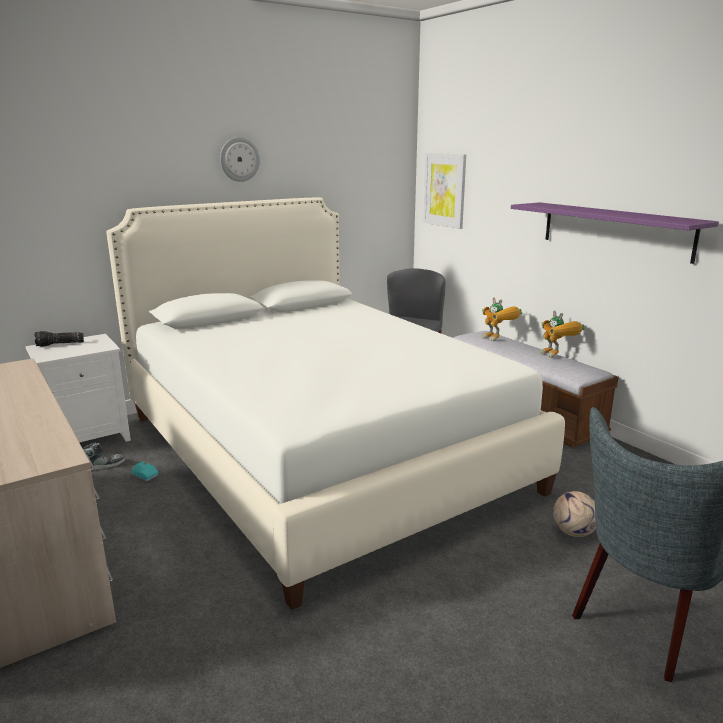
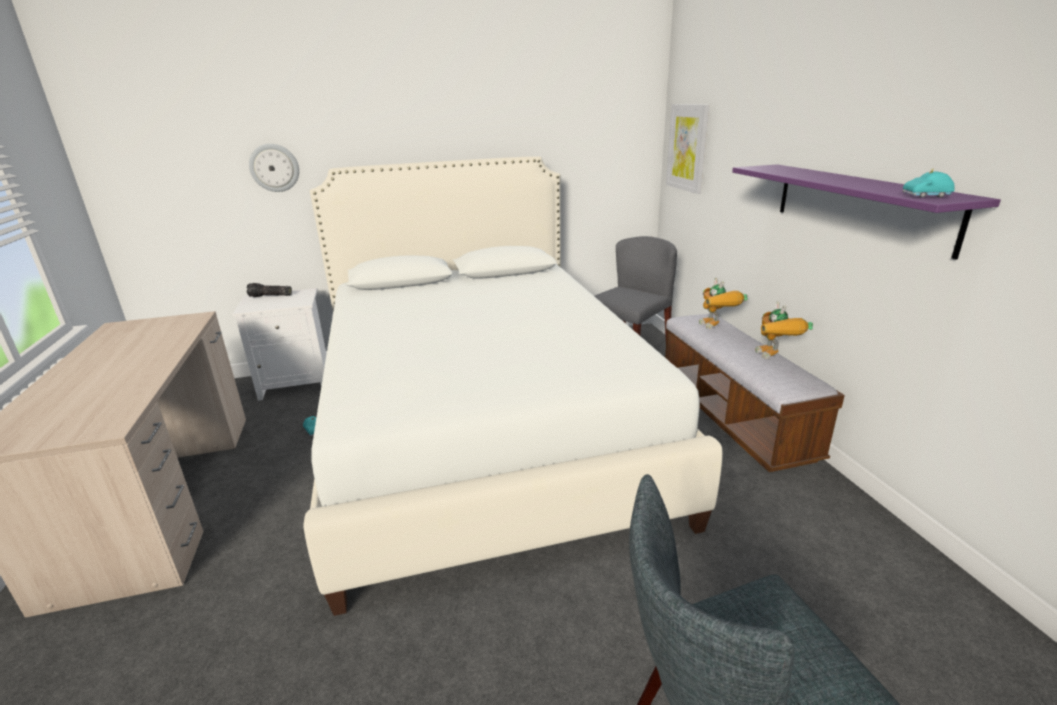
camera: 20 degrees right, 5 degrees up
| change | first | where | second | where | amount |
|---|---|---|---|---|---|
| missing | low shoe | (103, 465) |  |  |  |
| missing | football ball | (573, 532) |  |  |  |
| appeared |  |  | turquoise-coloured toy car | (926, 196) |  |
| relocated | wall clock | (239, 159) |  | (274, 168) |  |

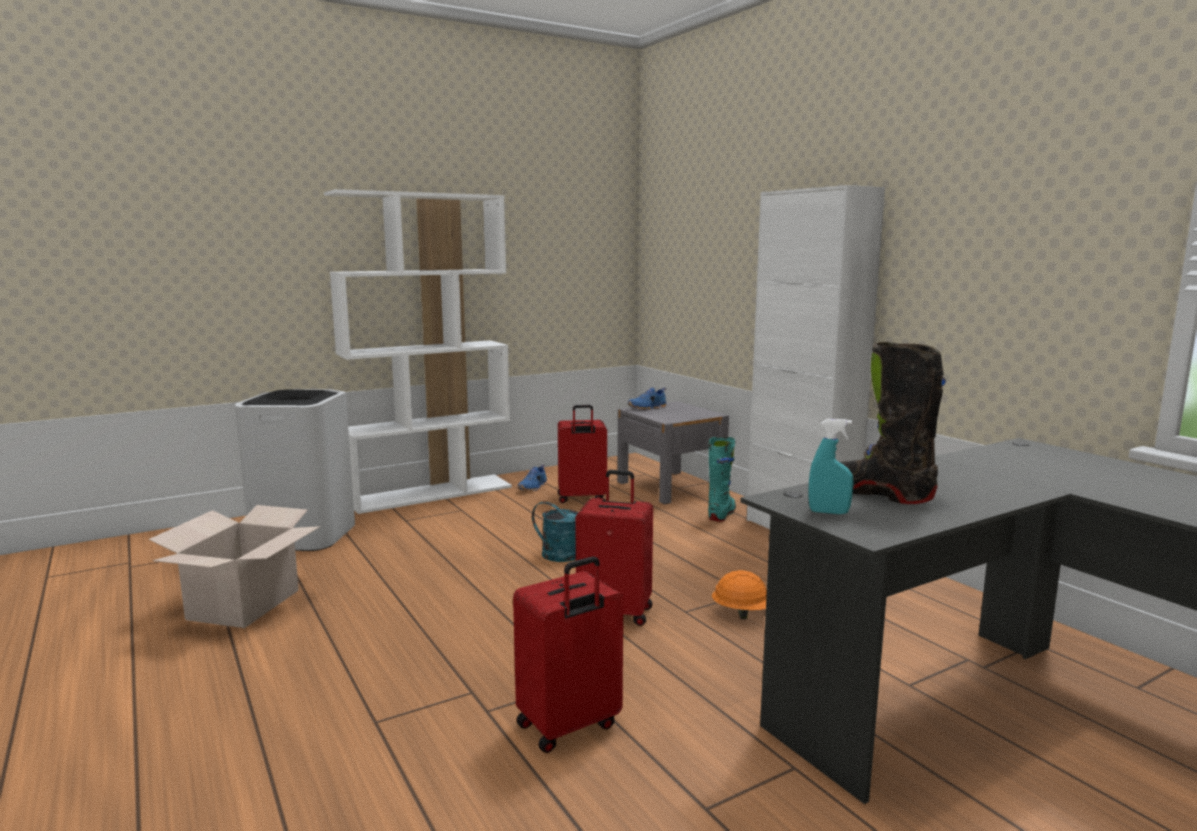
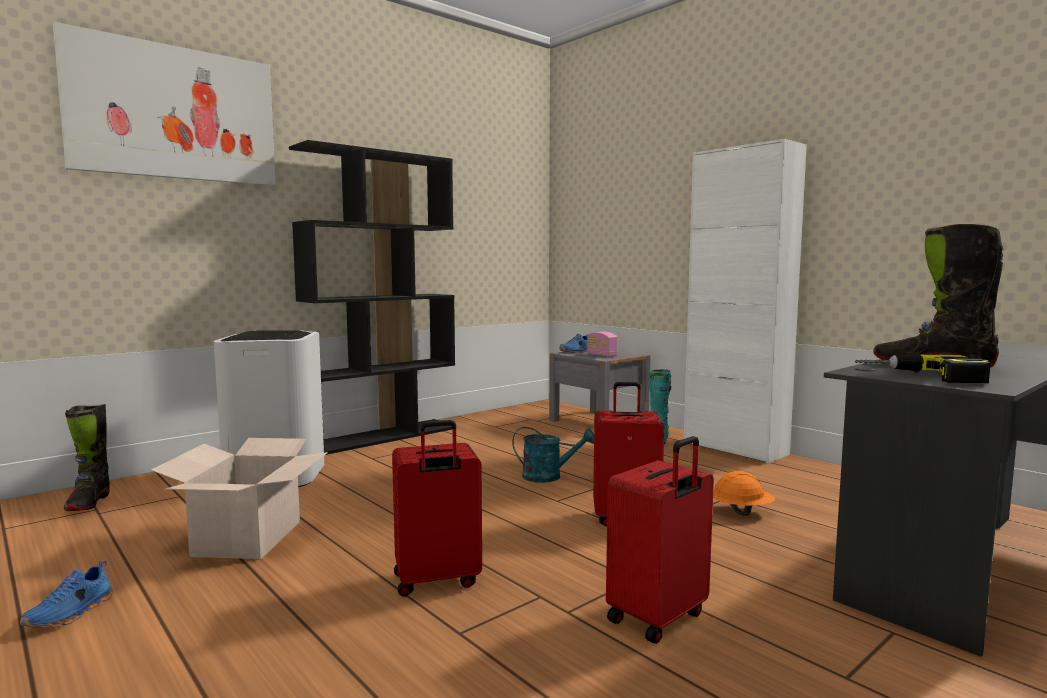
camera: 10 degrees left, 5 degrees down
| change | first | where | second | where | amount |
|---|---|---|---|---|---|
| appeared |  |  | wall art | (174, 113) |  |
| appeared |  |  | blackish boot | (88, 503) |  |
| appeared |  |  | radio | (601, 355) |  |
| relocated | blue low shoe | (533, 487) |  | (71, 614) |  |
| relocated | red piece of luggage | (581, 498) |  | (436, 581) |  |
| exchanged | turquoise-coloured sprayer | (829, 512) | power drill | (922, 376) |  |
| colour | whitish bookcase | (431, 493) | blackish bookcase | (383, 436) |  |

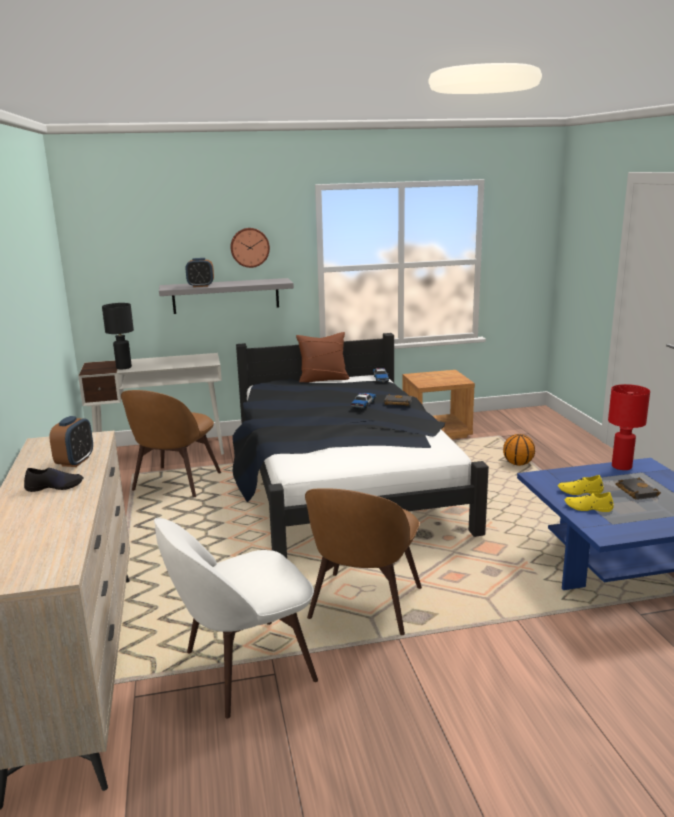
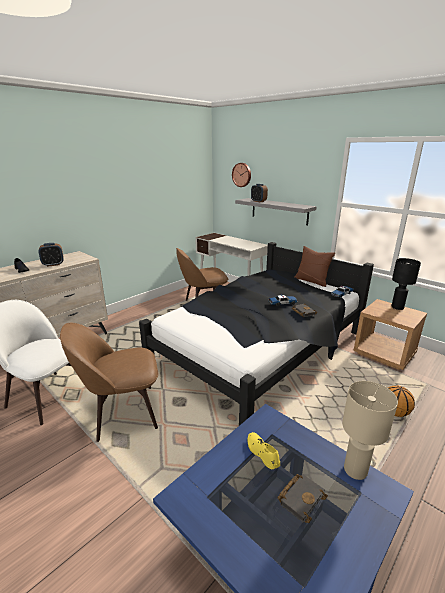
camera: 55 degrees right, 5 degrees up
| change | first | where | second | where | amount |
|---|---|---|---|---|---|
| missing | yellowish low shoe | (588, 507) |  |  |  |
| relocated | blackish lamp for a table | (123, 367) |  | (397, 307) |  |
| relocated | wall clock | (249, 247) |  | (242, 175) |  |
| colour | red lamp for a table | (622, 467) | beige-coloured lamp for a table | (355, 471) |  |

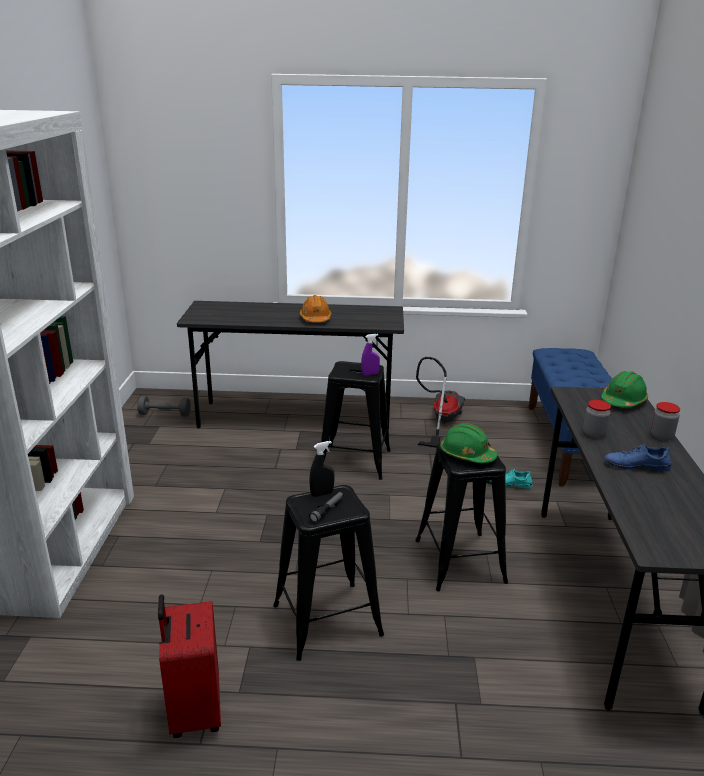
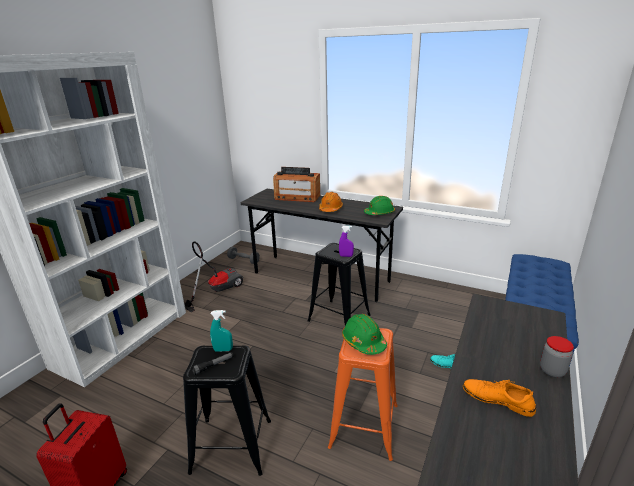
camera: 25 degrees right, 0 degrees up
| change | first | where | second | where | amount |
|---|---|---|---|---|---|
| missing | storage jar | (594, 434) |  |  |  |
| appeared |  |  | radio | (297, 197) |  |
| relocated | vacuum | (440, 422) |  | (216, 290) |  |
| relocated | green hard hat | (623, 401) |  | (379, 213) |  |
| colour | blackish sprayer | (322, 494) | turquoise-coloured sprayer | (223, 350) |  |
| colour | blackish sitting stool | (460, 561) | orange sitting stool | (364, 426) |  |
| colour | blue low shoe | (636, 465) | orange low shoe | (497, 399) |  |

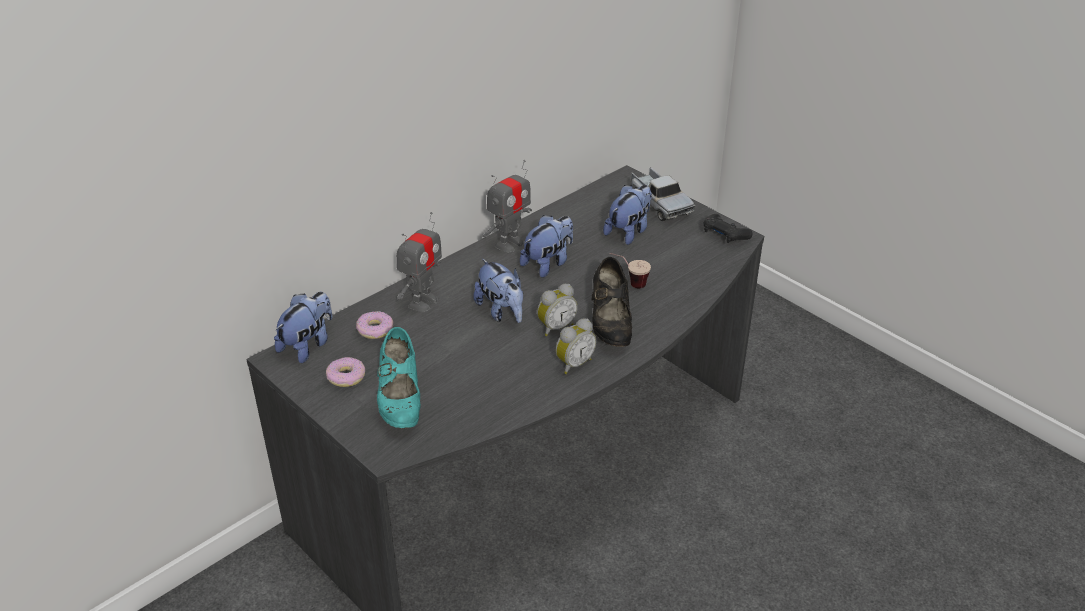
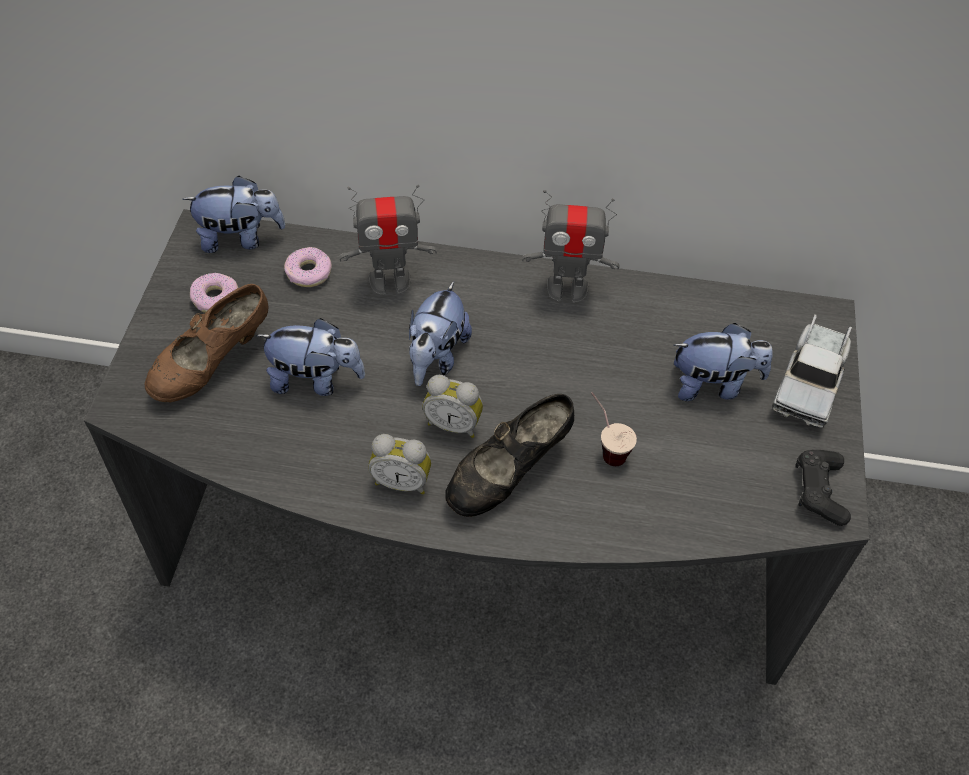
camera: 50 degrees right, 15 degrees up
| change | first | where | second | where | amount |
|---|---|---|---|---|---|
| relocated | plush toy | (548, 263) |  | (315, 380) |  |
| colour | turquoise-coloured low shoe | (400, 401) | brown-coloured low shoe | (212, 365) |  |

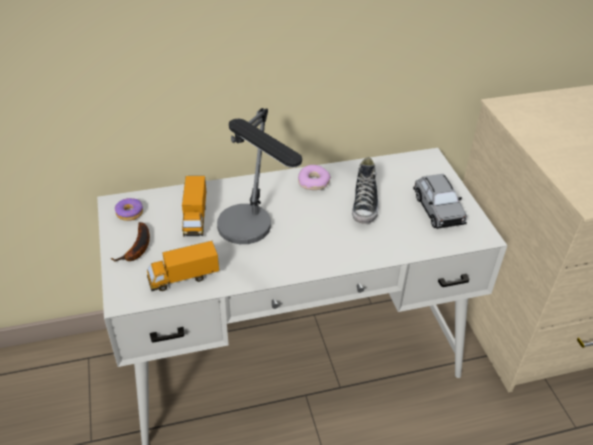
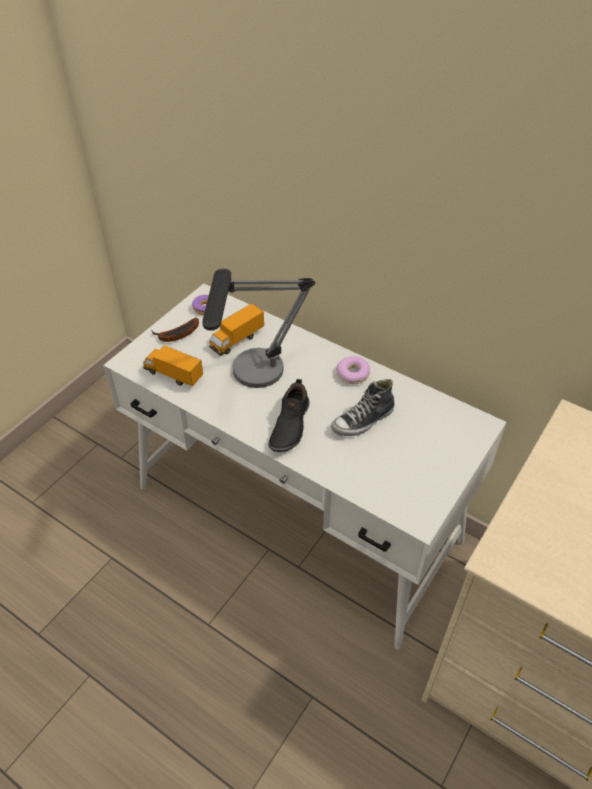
camera: 50 degrees right, 5 degrees up
| change | first | where | second | where | amount |
|---|---|---|---|---|---|
| missing | grey toy car | (438, 210) |  |  |  |
| appeared |  |  | blackish low shoe | (289, 425) |  |

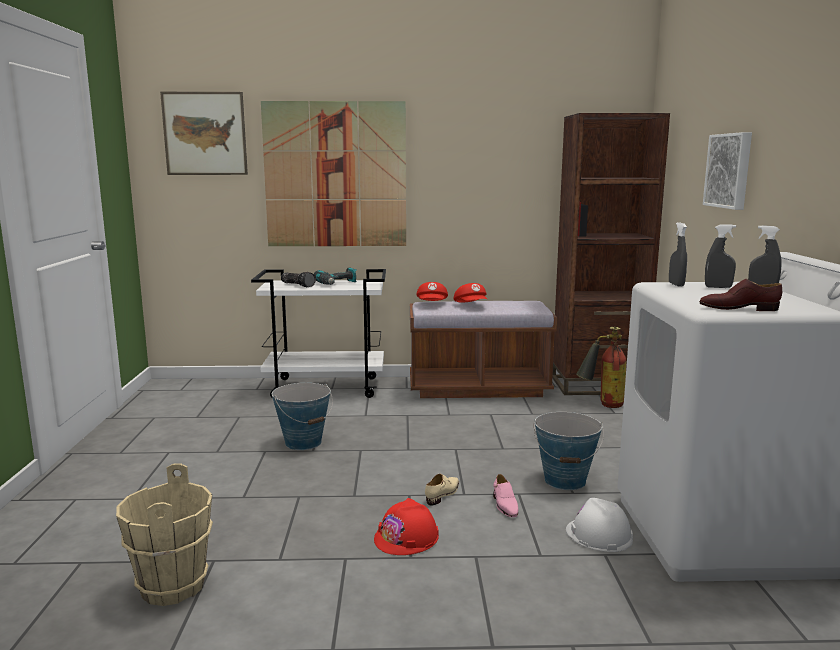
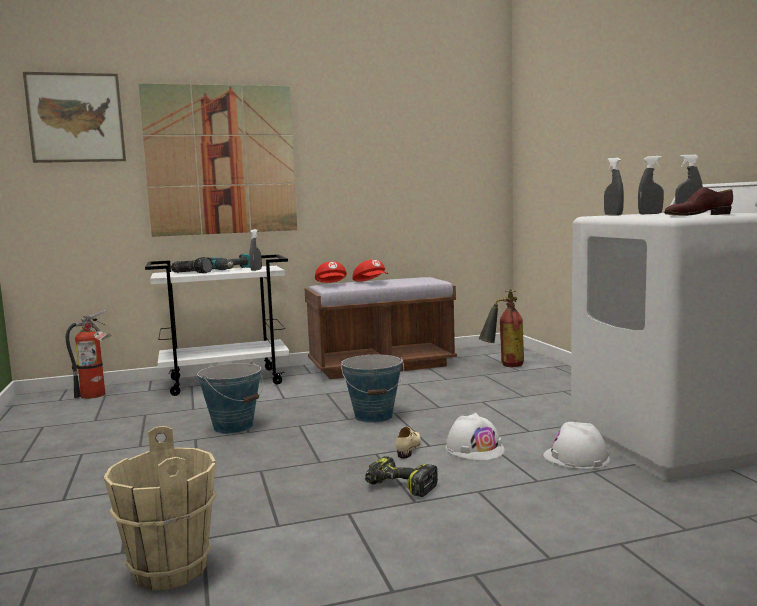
camera: 15 degrees left, 5 degrees down
| change | first | where | second | where | amount |
|---|---|---|---|---|---|
| missing | brown-coloured bookcase | (597, 385) |  |  |  |
| missing | wall art | (730, 170) |  |  |  |
| appeared |  |  | extinguisher | (97, 395) |  |
| appeared |  |  | grey sprayer | (256, 270) |  |
| relocated | water bucket | (565, 480) |  | (374, 416) |  |
| exchanged | red hard hat | (406, 537) | power drill | (399, 487) |  |
| exchanged | pink low shoe | (504, 505) | whitish hard hat | (474, 448) |  |

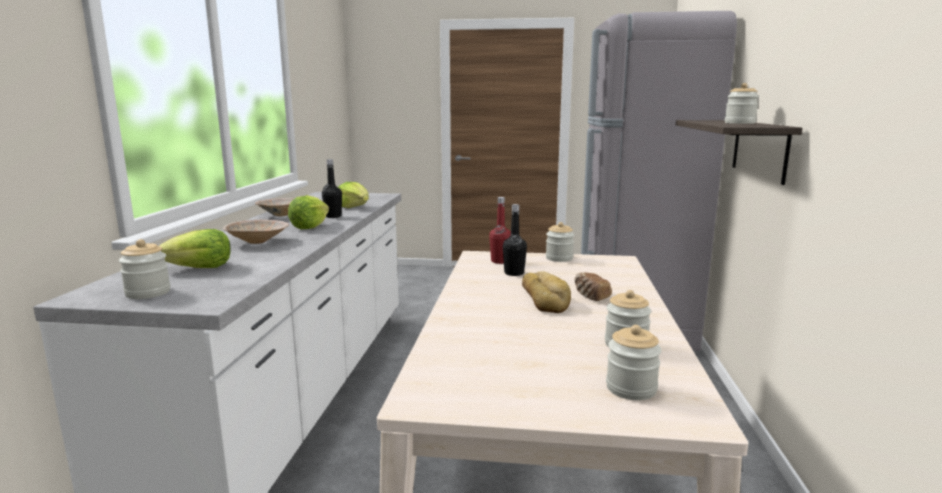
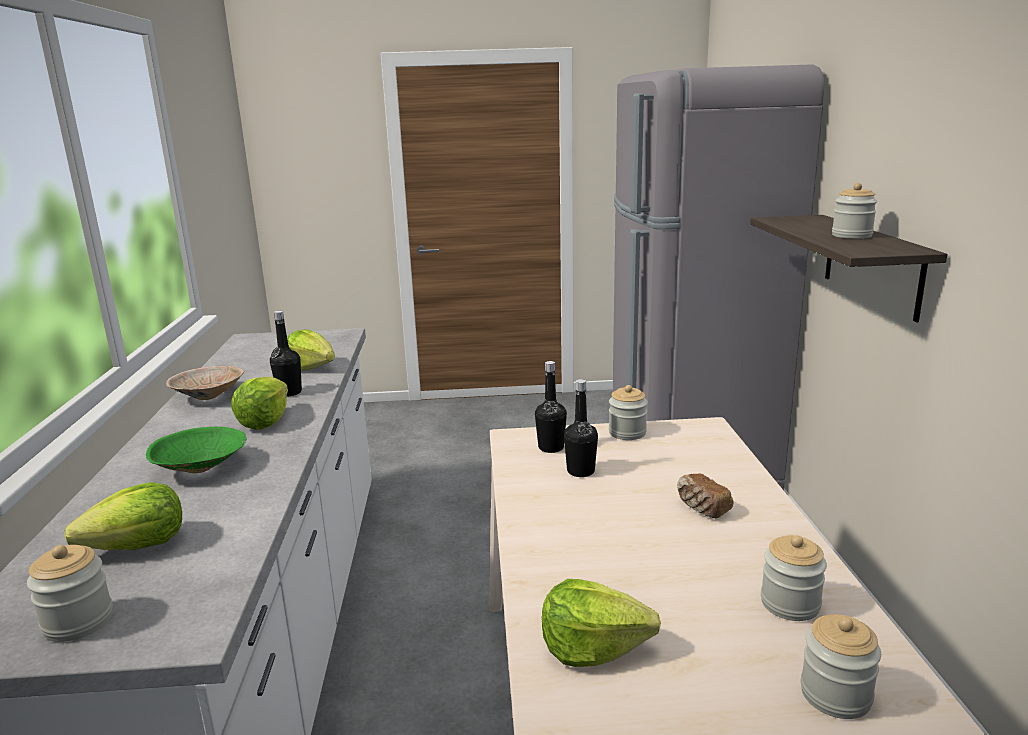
camera: 10 degrees left, 5 degrees up
| change | first | where | second | where | amount |
|---|---|---|---|---|---|
| missing | baked bread | (545, 299) |  |  |  |
| appeared |  |  | lettuce head | (593, 647) |  |
| colour | beige-coloured bowl | (258, 242) | green bowl | (202, 468) |  |
| colour | red beverage bottle | (500, 261) | blackish beverage bottle | (551, 447) |  |

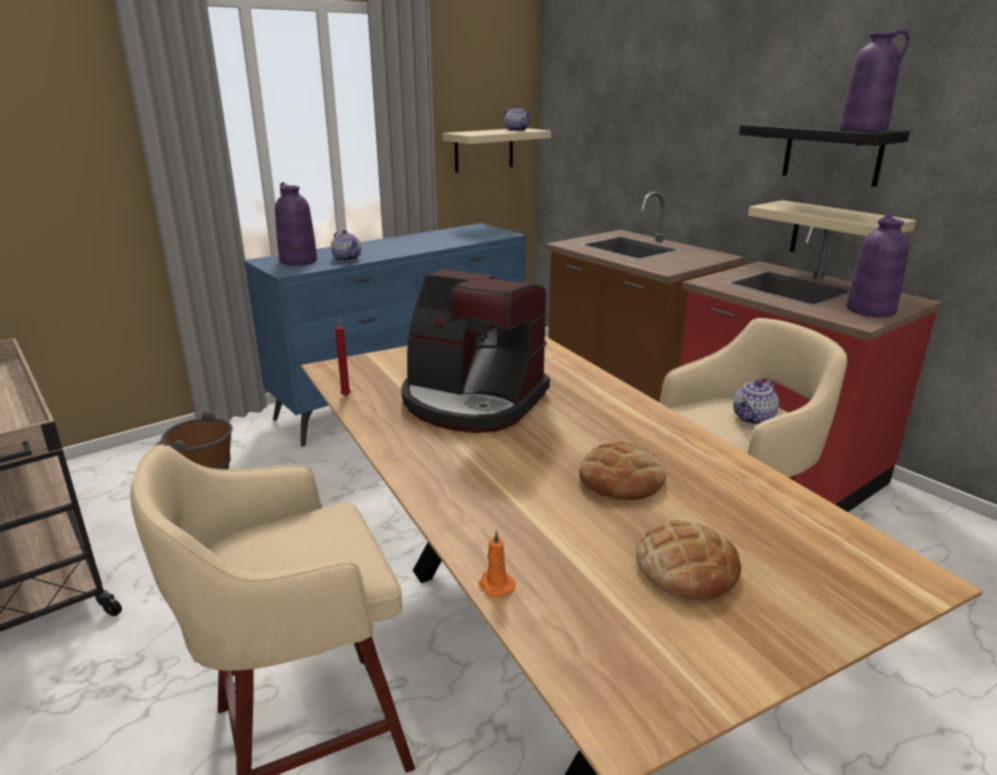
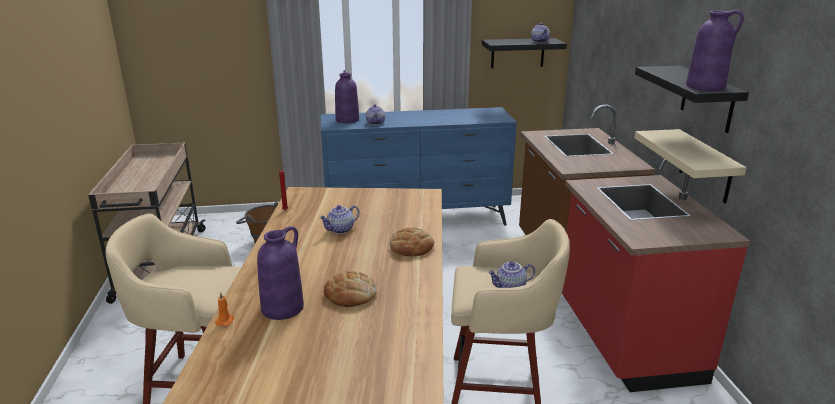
camera: 30 degrees right, 0 degrees up
| change | first | where | second | where | amount |
|---|---|---|---|---|---|
| relocated | baked bread | (686, 568) |  | (411, 247) |  |
| relocated | purple decorative vase | (870, 310) |  | (283, 307) |  |
| exchanged | coffee brewer | (472, 401) | pot for tea | (340, 230) |  |
| colour | beige-coloured shelf | (484, 150) | blackish shelf | (517, 53) |  |

